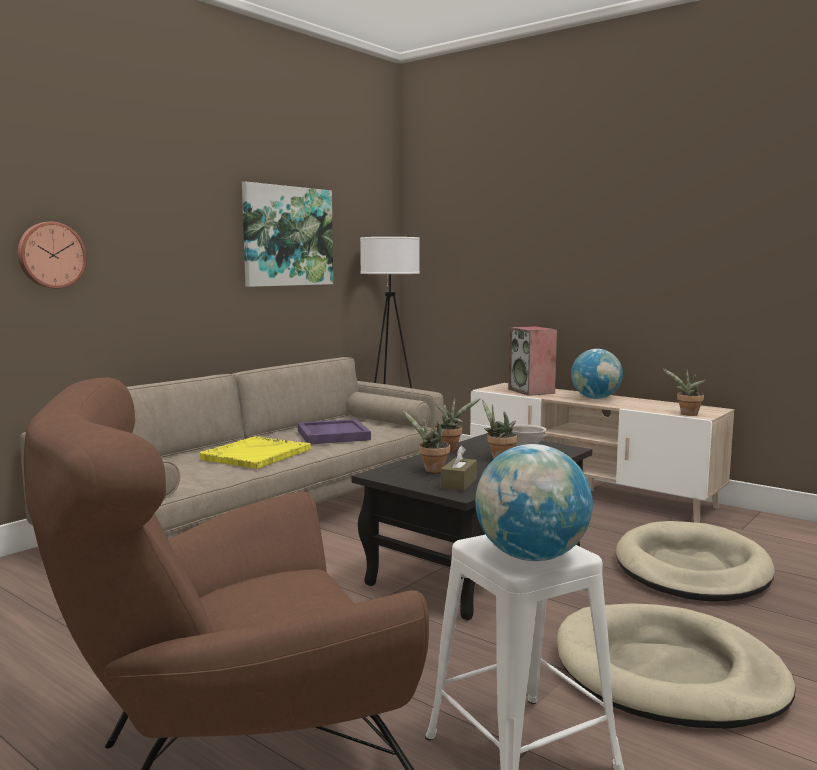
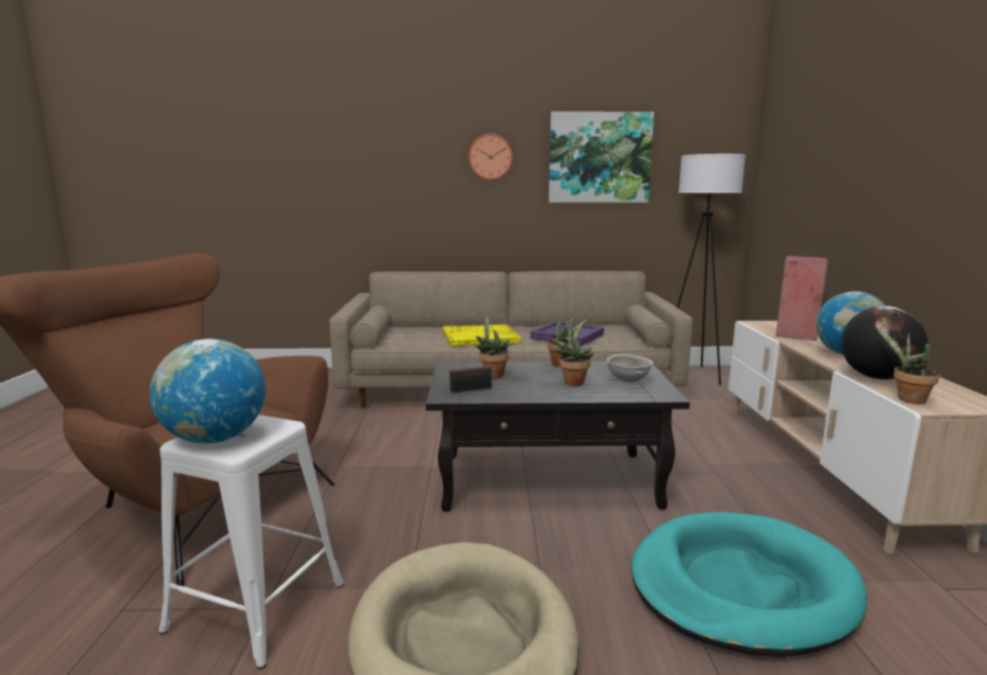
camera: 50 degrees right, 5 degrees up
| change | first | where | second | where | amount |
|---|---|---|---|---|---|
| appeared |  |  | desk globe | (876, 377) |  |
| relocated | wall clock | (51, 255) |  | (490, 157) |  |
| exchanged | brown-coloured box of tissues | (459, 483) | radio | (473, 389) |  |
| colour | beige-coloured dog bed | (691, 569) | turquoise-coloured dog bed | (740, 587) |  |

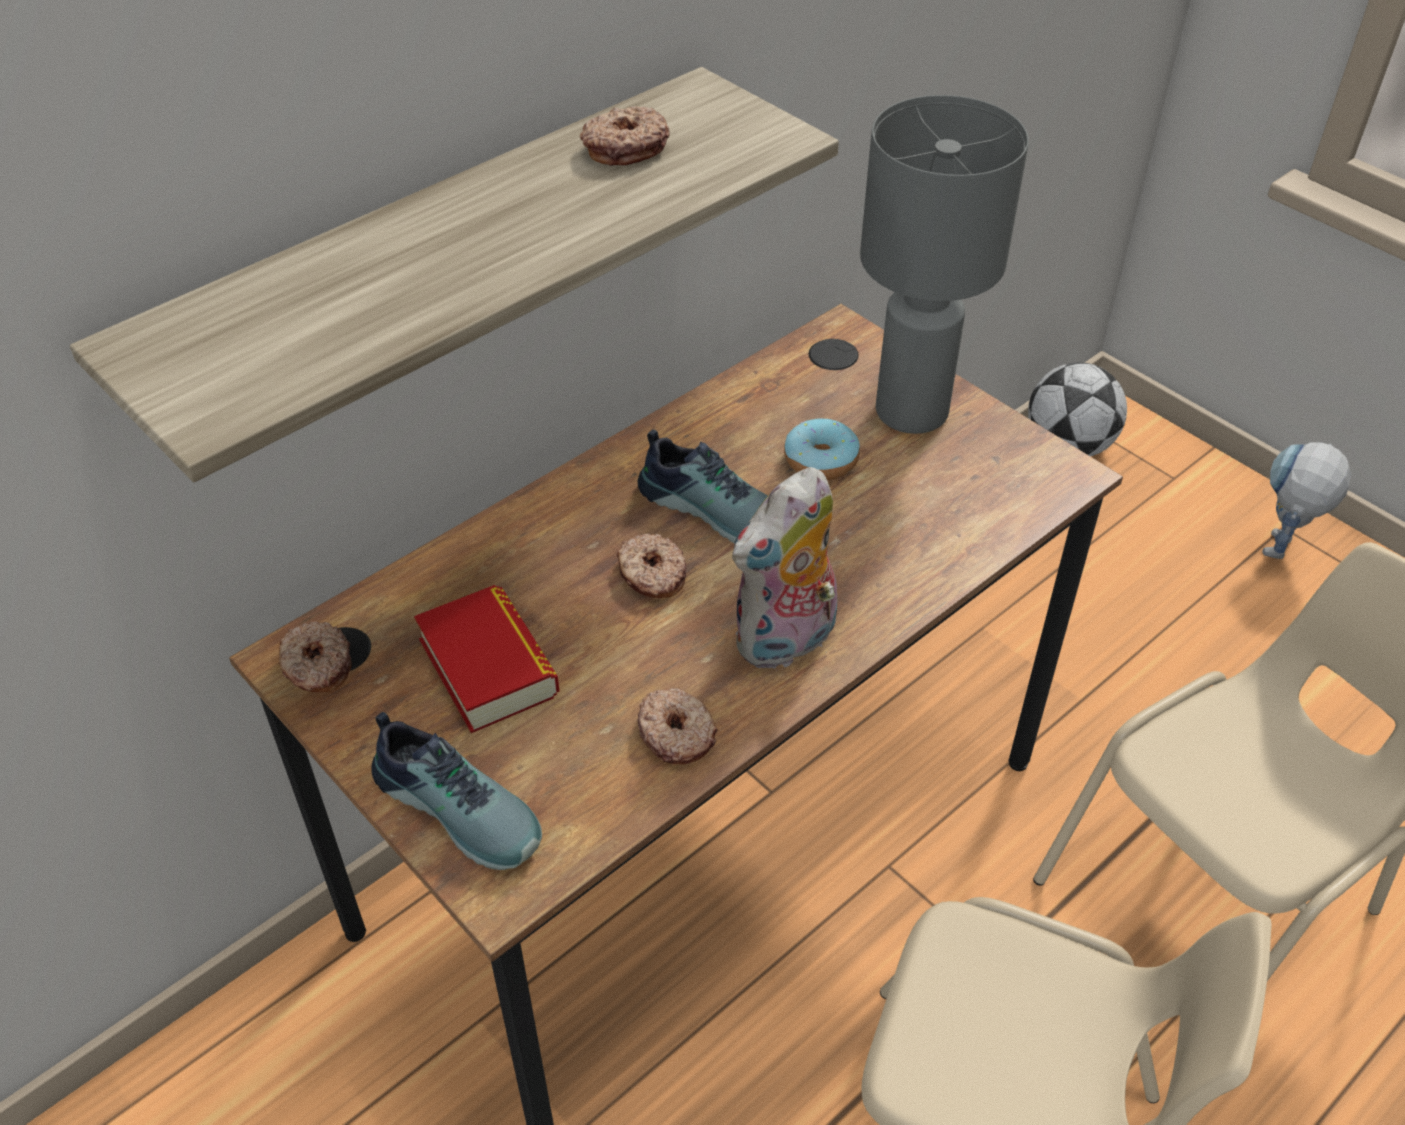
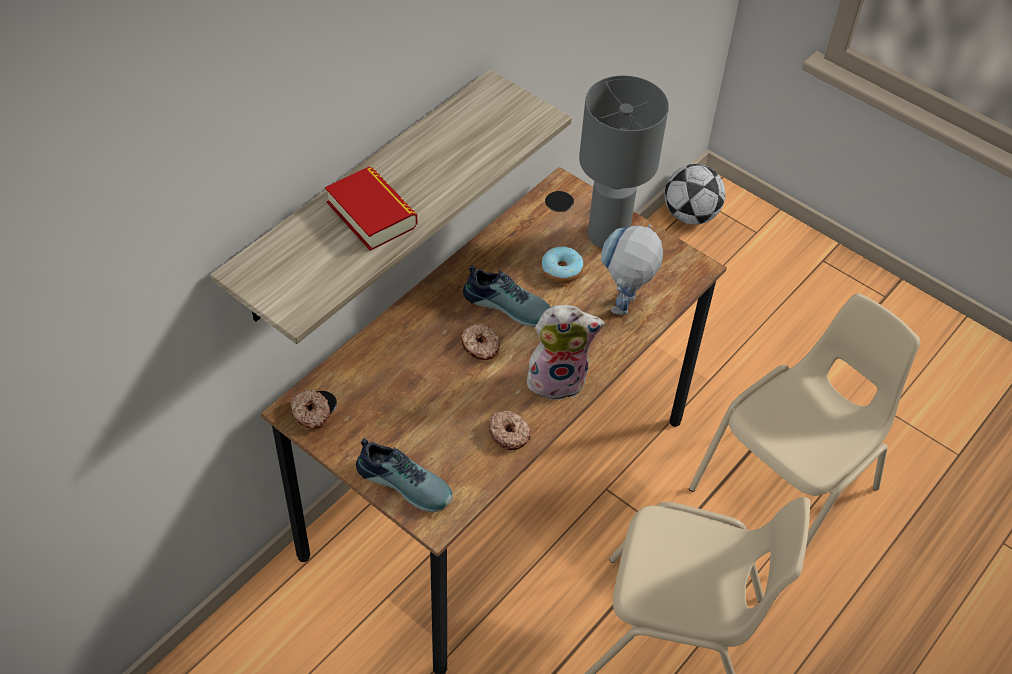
camera: 10 degrees left, 5 degrees up
| change | first | where | second | where | amount |
|---|---|---|---|---|---|
| missing | doughnut | (625, 147) |  |  |  |
| relocated | bound book | (488, 667) |  | (371, 214) |  |
| relocated | model robot | (1277, 555) |  | (623, 312) |  |
| spun | plush toy | (786, 642) |  | (558, 379) | 135 degrees counterclockwise |

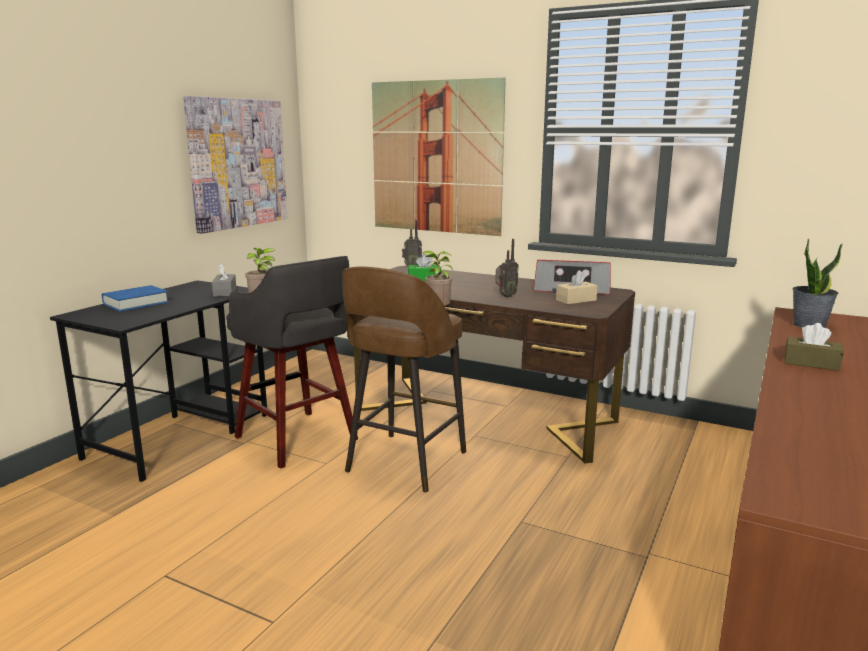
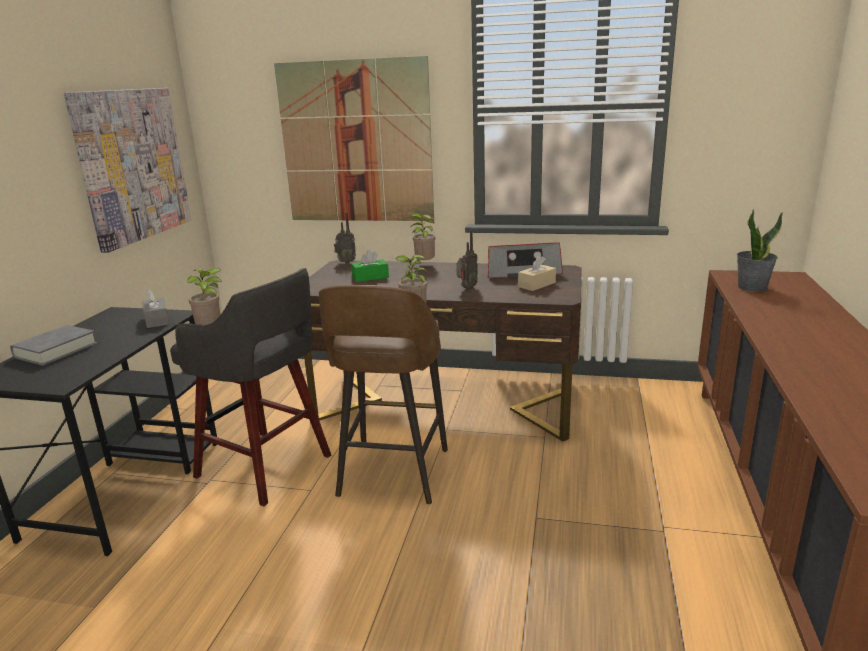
camera: 15 degrees left, 5 degrees up
| change | first | where | second | where | amount |
|---|---|---|---|---|---|
| missing | brown-coloured box of tissues | (811, 363) |  |  |  |
| appeared |  |  | plant in a pot | (423, 265) |  |
| colour | blue bound book | (136, 303) | grey bound book | (56, 350) |  |

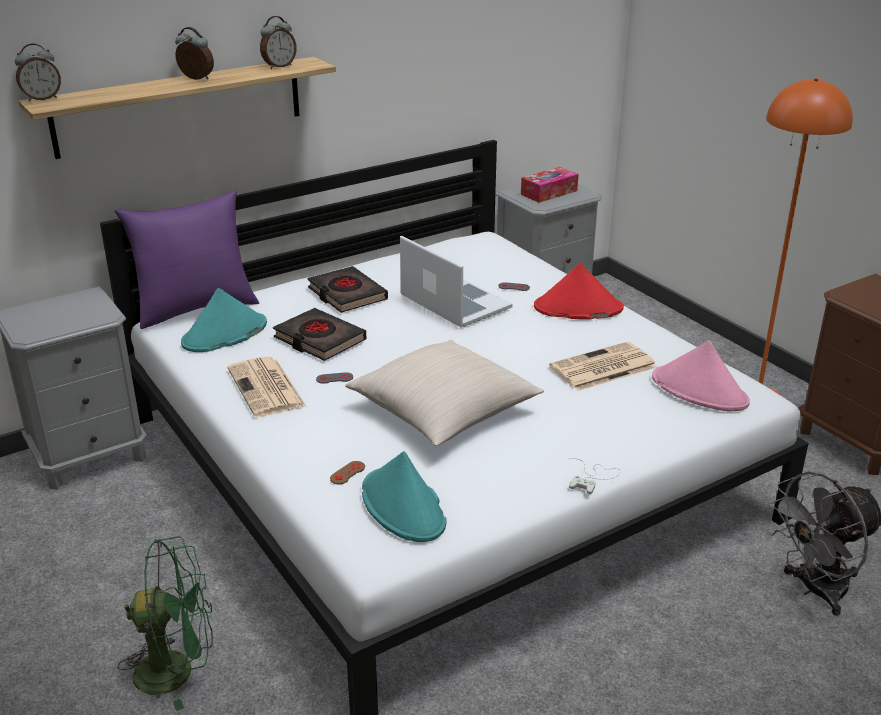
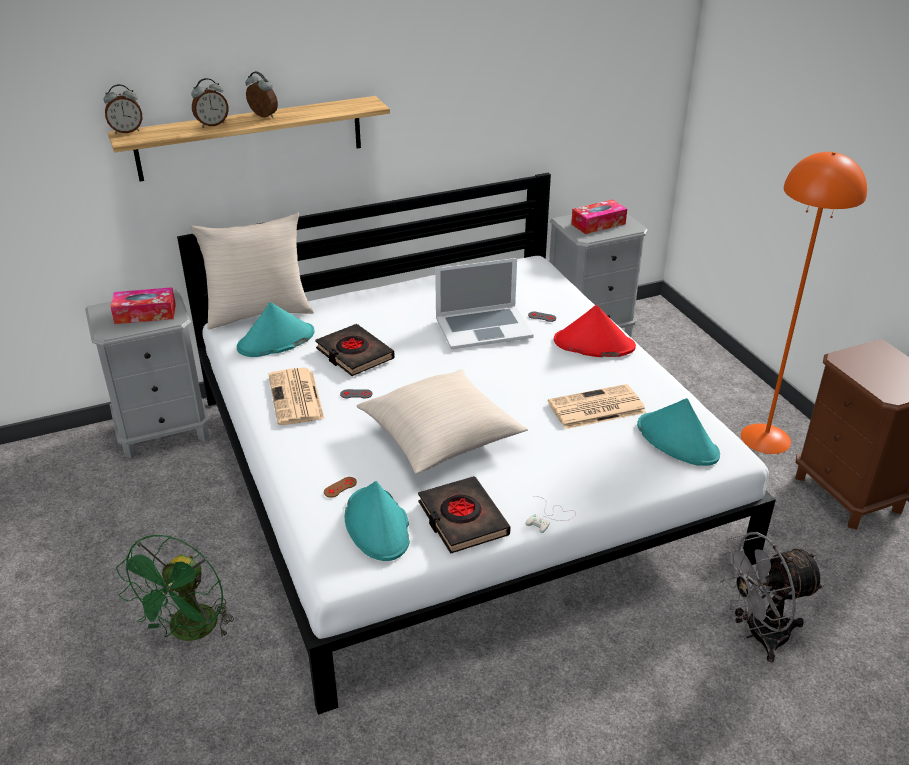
camera: 10 degrees right, 5 degrees up
| change | first | where | second | where | amount |
|---|---|---|---|---|---|
| appeared |  |  | box of tissues | (145, 314) |  |
| relocated | alarm clock | (279, 66) |  | (212, 124) |  |
| relocated | blackish bound book | (347, 294) |  | (462, 519) |  |
| colour | purple pillow | (195, 308) | beige-coloured pillow | (259, 313) |  |
| colour | pink clothing hat | (700, 390) | turquoise-coloured clothing hat | (678, 441) |  |
| spun | green fan | (177, 670) |  | (189, 632) | 105 degrees clockwise |
| spun | notebook computer | (454, 301) |  | (483, 327) | 105 degrees clockwise |

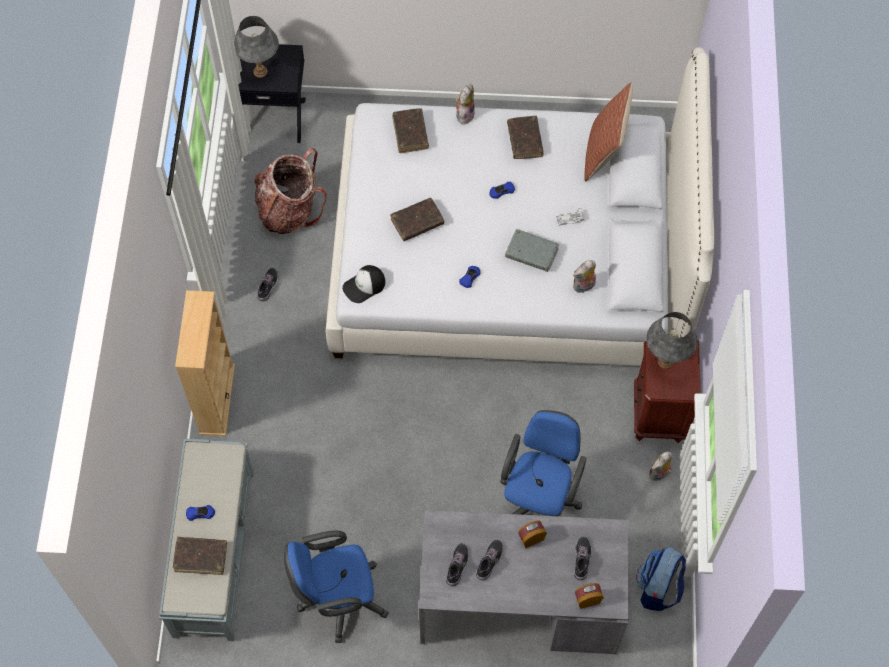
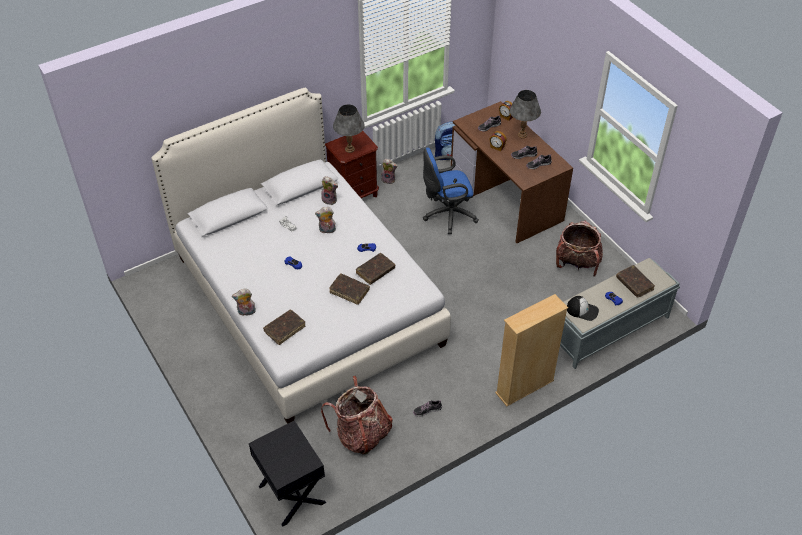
camera: 125 degrees left, 15 degrees down
| change | first | where | second | where | amount |
|---|---|---|---|---|---|
| missing | pillow | (604, 152) |  |  |  |
| relocated | grey lamp for a table | (260, 71) |  | (522, 135) |  |
| relocated | cap | (364, 286) |  | (582, 310) |  |
| relocated | brown-coloured bound book | (525, 140) |  | (375, 271) |  |
| exchanged | blue office chair | (338, 599) | backpack | (577, 263) |  |
| exchanged | grey bound book | (531, 253) | plush toy | (327, 230) |  |
| colour | grey desk unit | (518, 603) | brown-coloured desk unit | (507, 197) |  |

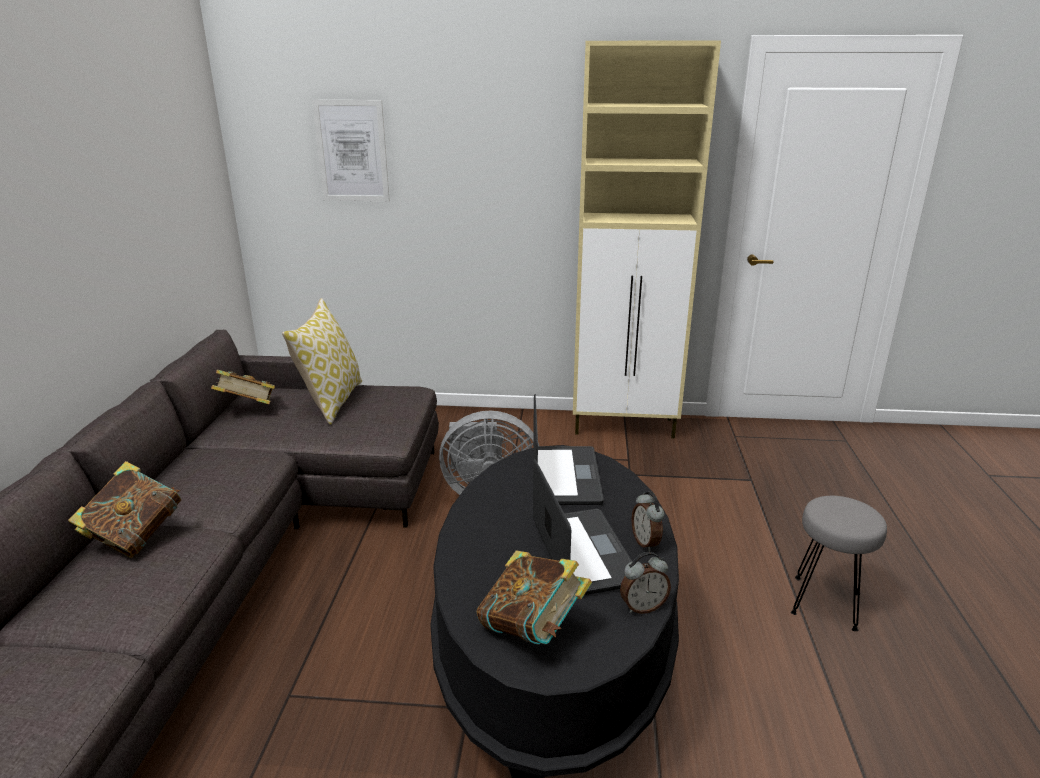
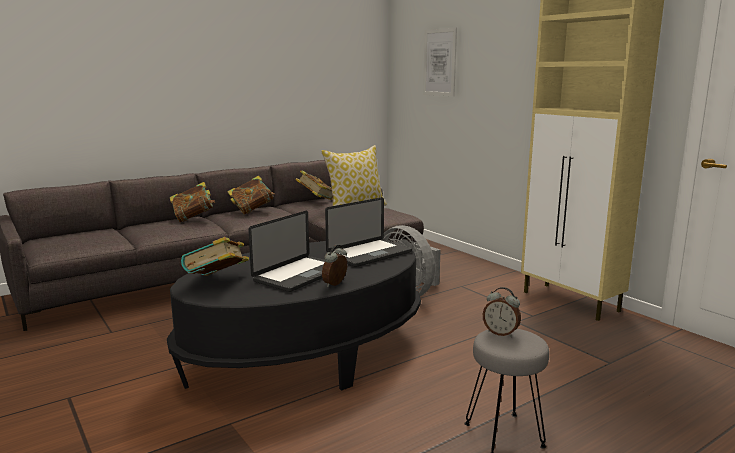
camera: 50 degrees right, 10 degrees down
| change | first | where | second | where | amount |
|---|---|---|---|---|---|
| appeared |  |  | bound book | (252, 210) |  |
| relocated | alarm clock | (642, 606) |  | (500, 333) |  |

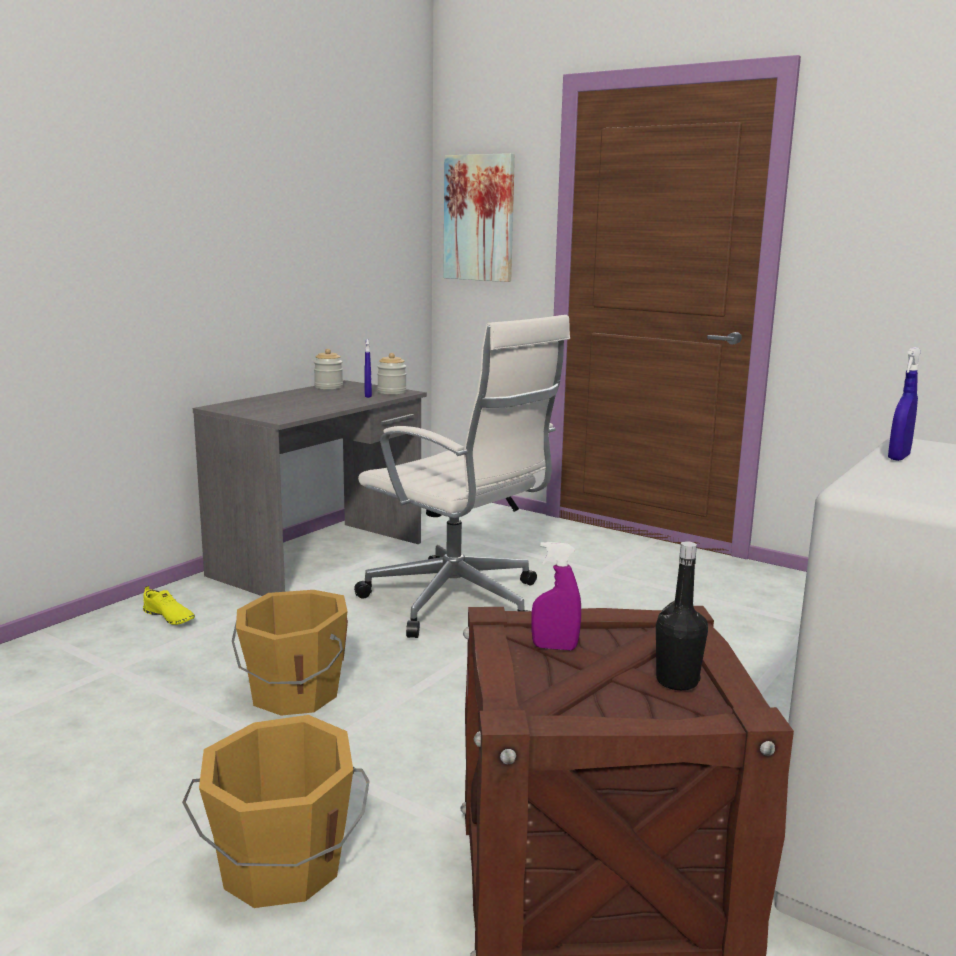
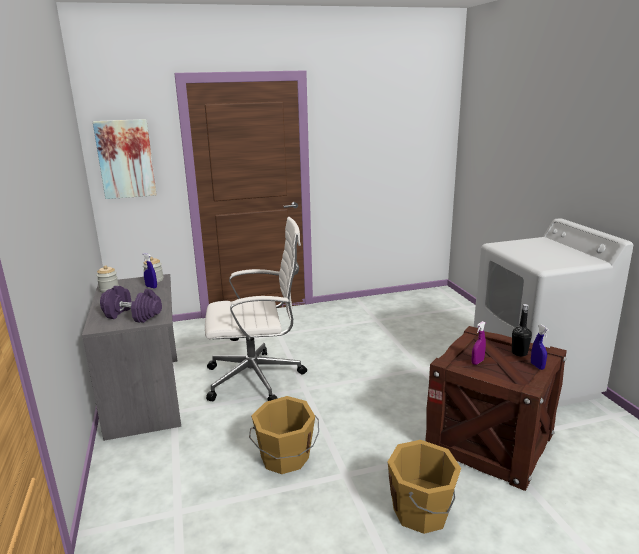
camera: 50 degrees left, 5 degrees up
| change | first | where | second | where | amount |
|---|---|---|---|---|---|
| missing | yellowish low shoe | (168, 617) |  |  |  |
| appeared |  |  | purple free weight | (133, 315) |  |
| relocated | blue sprayer | (898, 457) |  | (537, 366) |  |

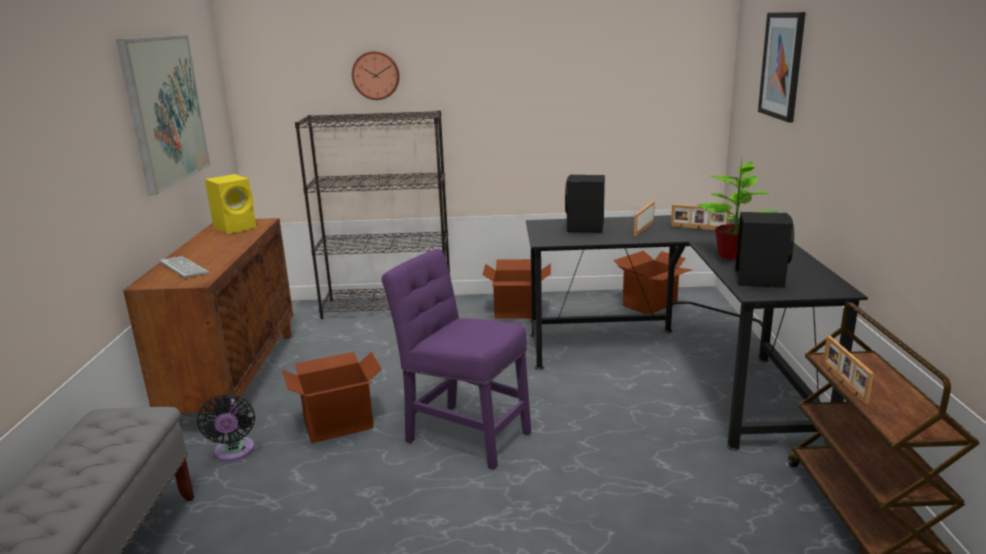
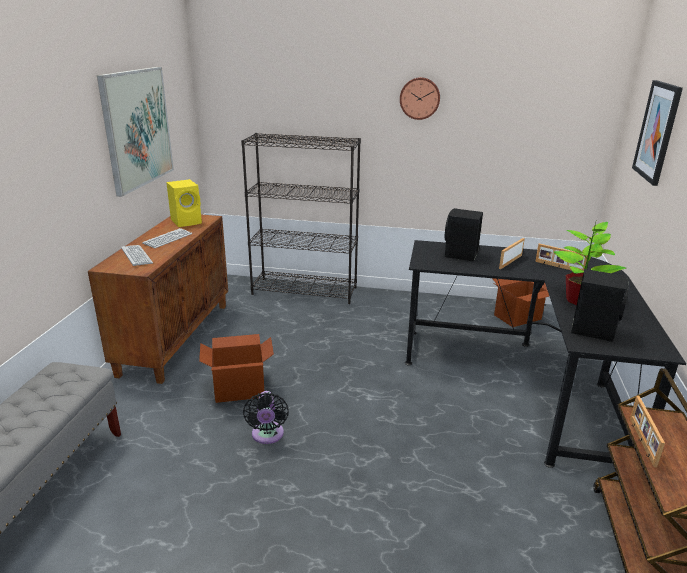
camera: 10 degrees right, 5 degrees up
| change | first | where | second | where | amount |
|---|---|---|---|---|---|
| missing | purple plain chair | (463, 434) |  |  |  |
| missing | carton | (518, 312) |  |  |  |
| appeared |  |  | PC keyboard | (168, 239) |  |
| relocated | blackish fan | (234, 452) |  | (267, 435) |  |
| relocated | wall clock | (376, 75) |  | (420, 98) |  |

